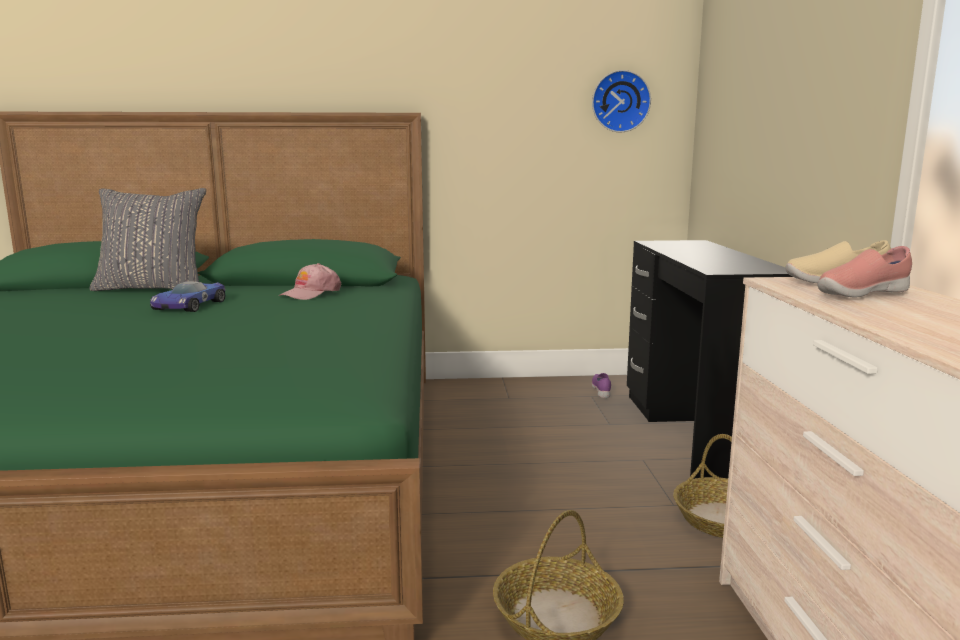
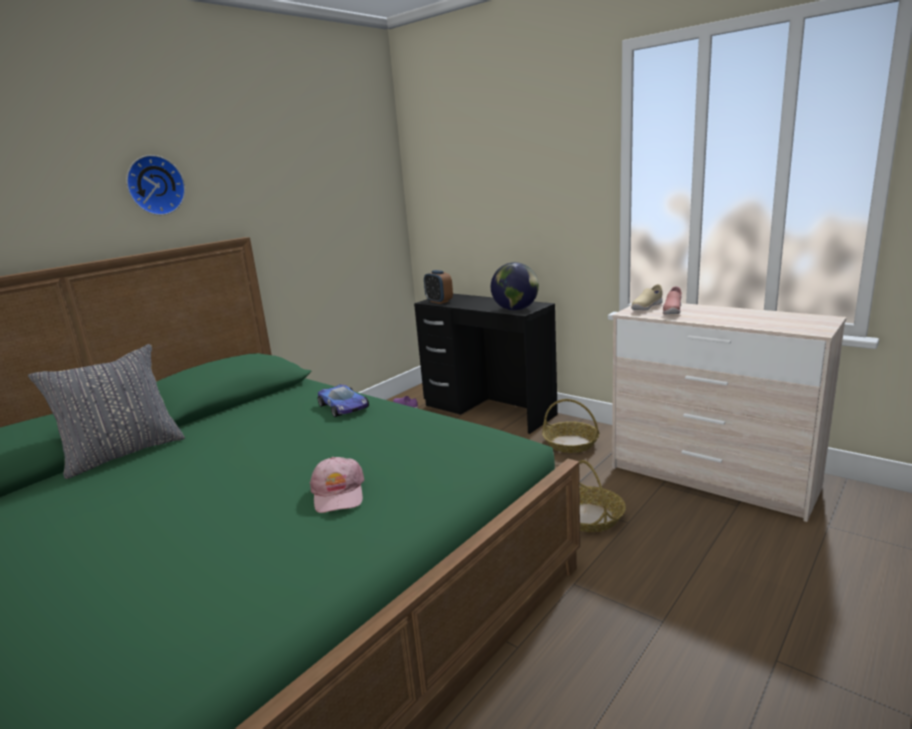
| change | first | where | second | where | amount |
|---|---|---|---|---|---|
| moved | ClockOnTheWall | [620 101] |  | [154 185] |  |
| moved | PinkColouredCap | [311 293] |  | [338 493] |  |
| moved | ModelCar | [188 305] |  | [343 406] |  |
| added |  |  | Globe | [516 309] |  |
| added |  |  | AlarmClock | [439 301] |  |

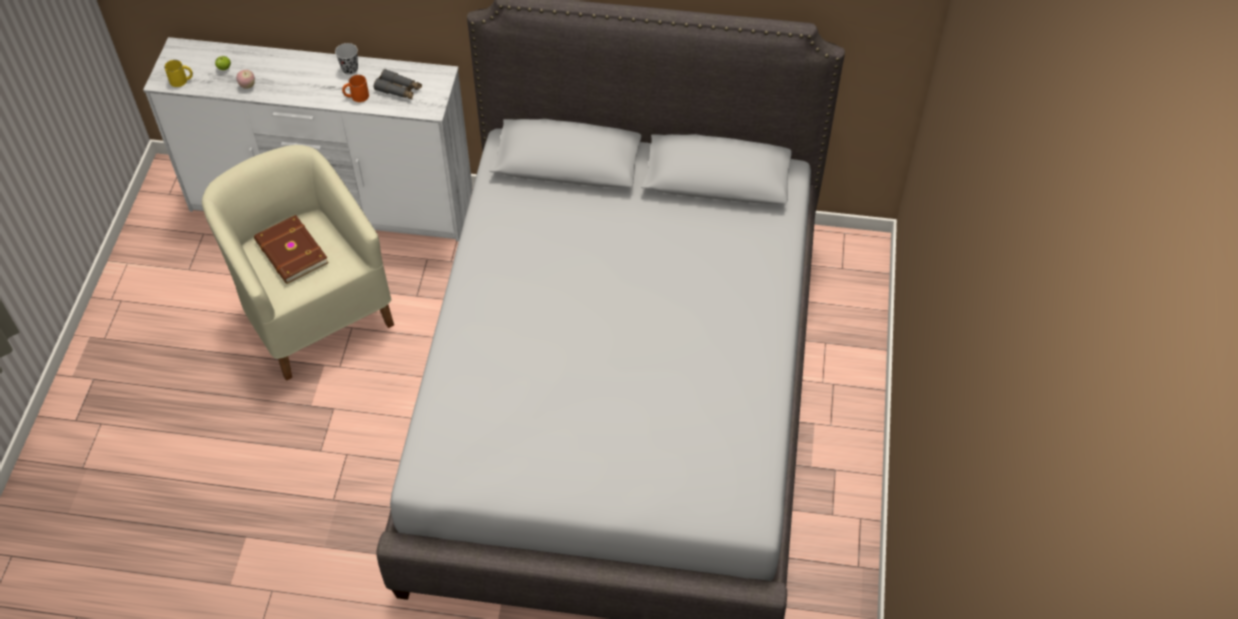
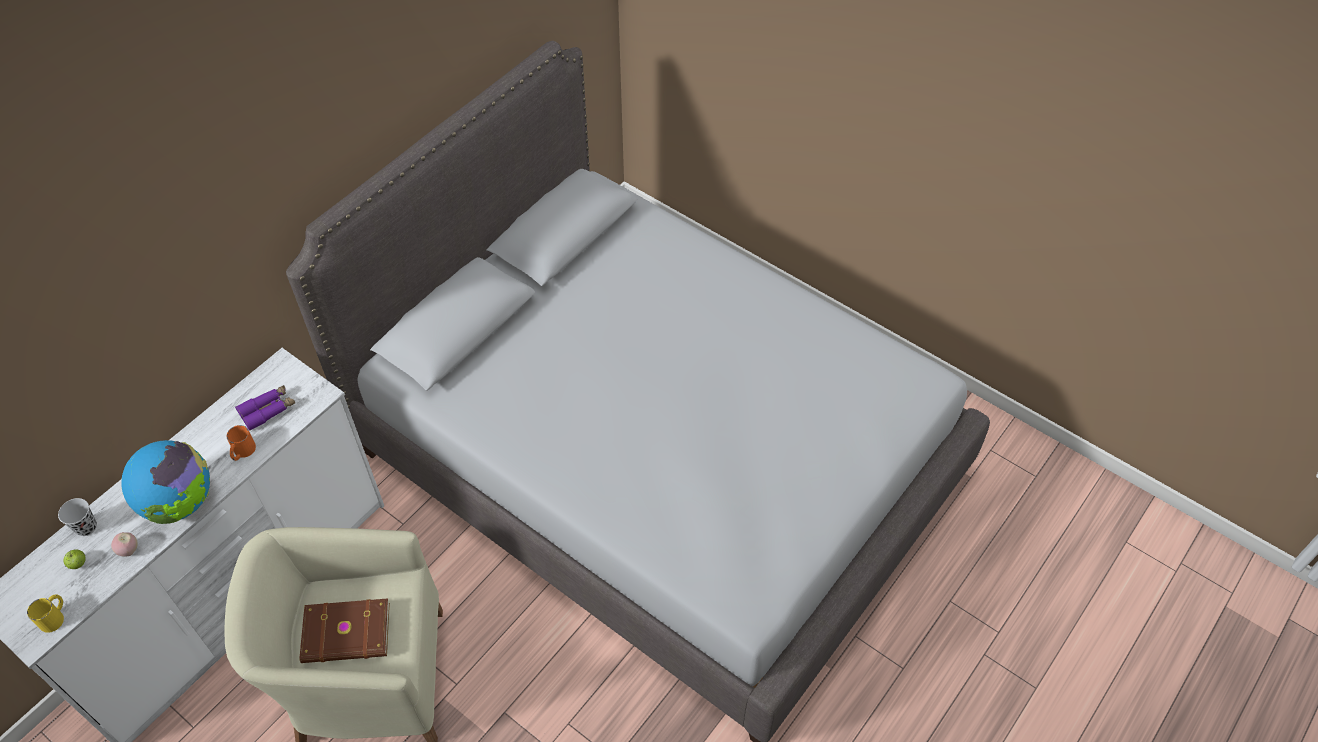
| change | first | where | second | where | amount |
|---|---|---|---|---|---|
| moved | BlackCup | [350 69] |  | [86 527] |  |
| recoloured | GrayPairOfBinoculars | [399 90] | PurplePairOfBinoculars | [268 410] |  |
| added |  |  | Globe | [180 503] |  |

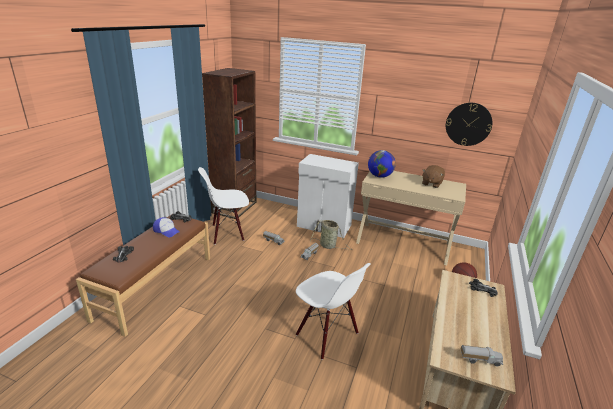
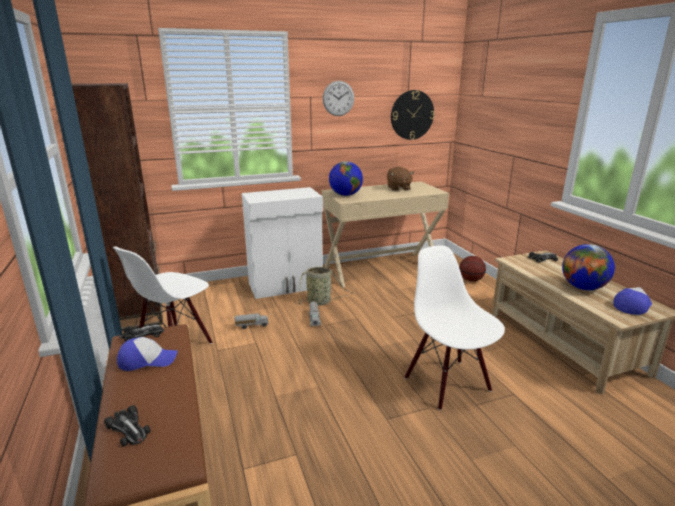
| change | first | where | second | where | amount |
|---|---|---|---|---|---|
| turned | WhitishChair | [326 334] |  | [448 383] | 120 degrees counterclockwise |
| replaced | ModelTruck | [479 359] | Cap | [632 305] |  |
| added |  |  | ClockOnTheWall | [338 98] |  |
| added |  |  | Globe | [583 288] |  |

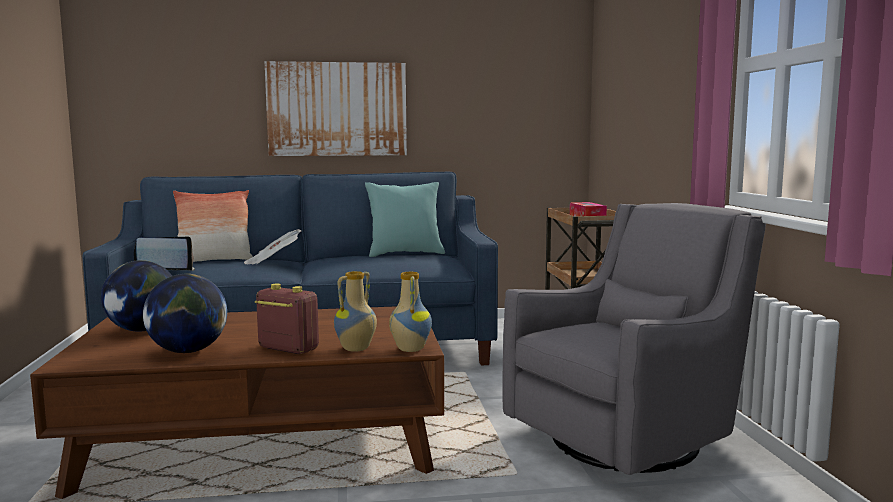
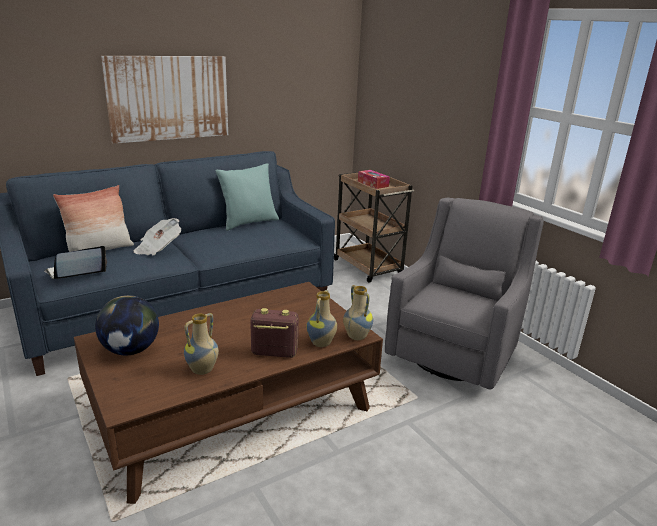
| change | first | where | second | where | amount |
|---|---|---|---|---|---|
| replaced | Globe | [188 351] | Vase | [202 370] |  |

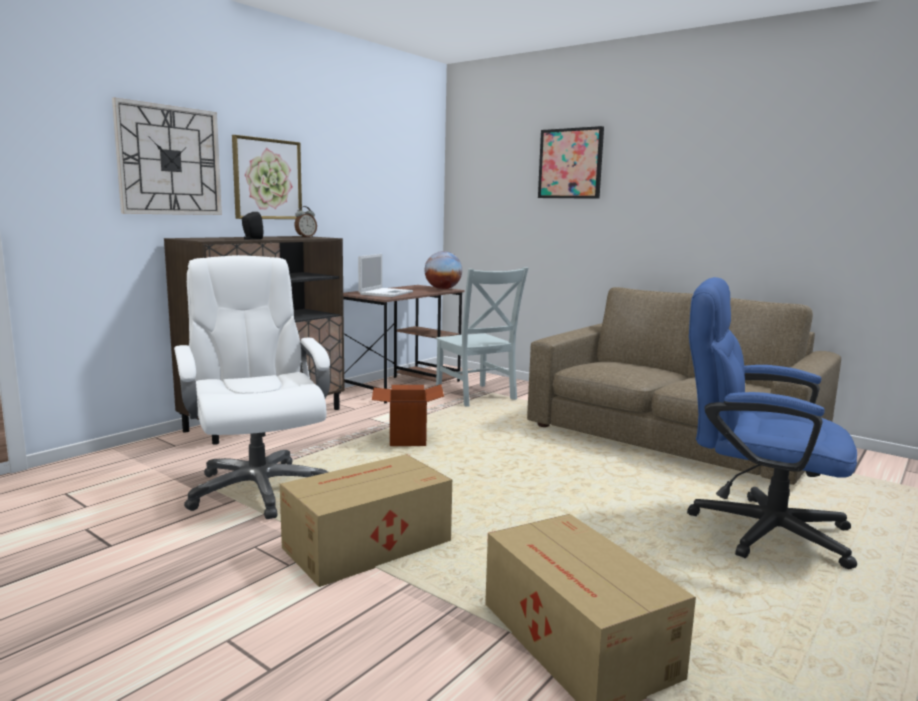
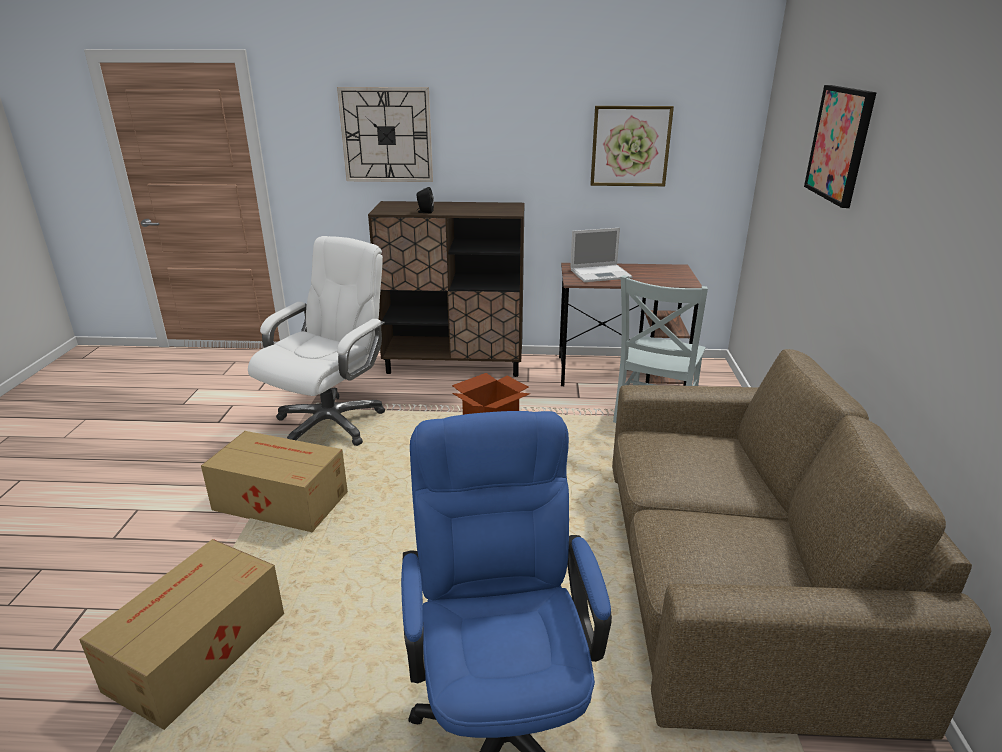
| change | first | where | second | where | amount |
|---|---|---|---|---|---|
| moved | WallArt | [267 179] |  | [630 146] |  |
| removed | AlarmClock | [305 237] |  |  |  |
| removed | Globe | [442 289] |  |  |  |

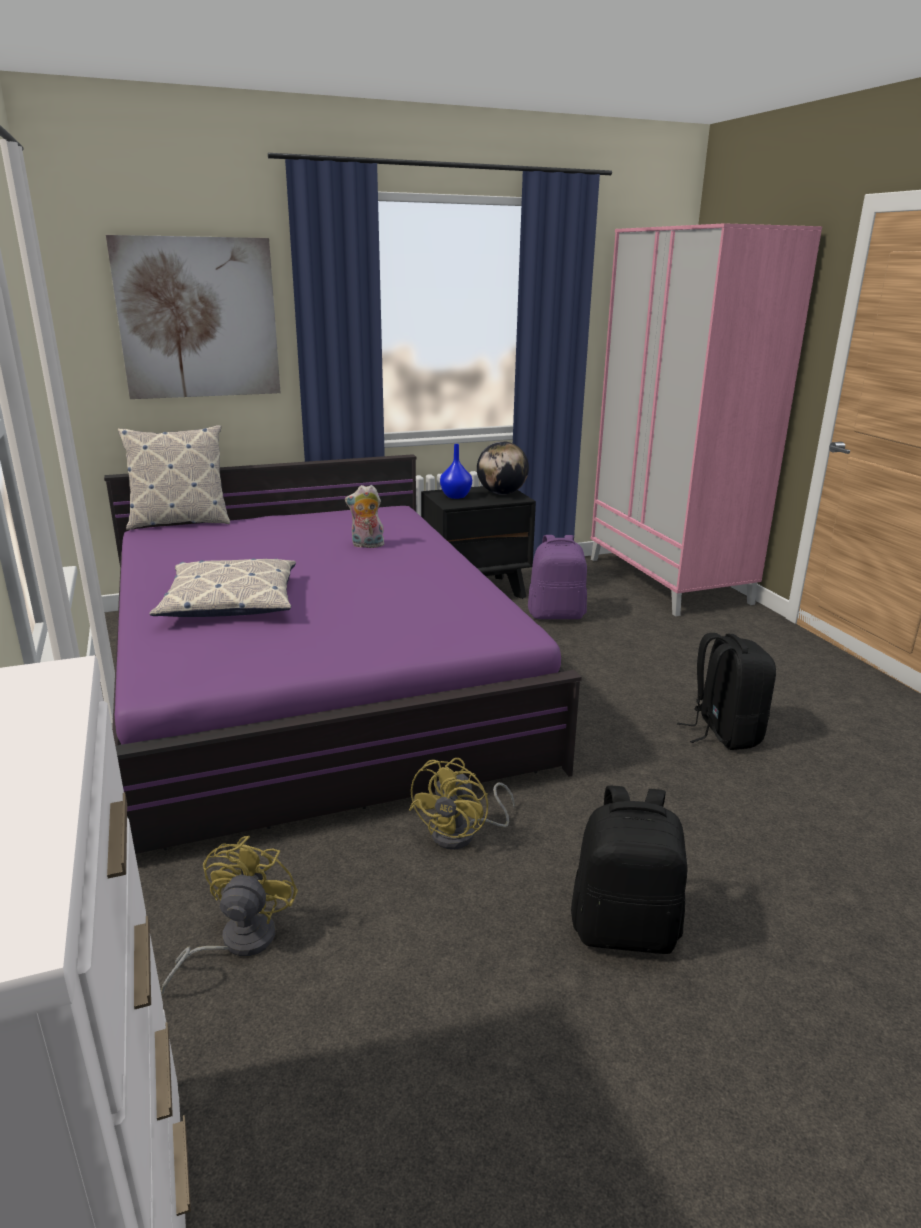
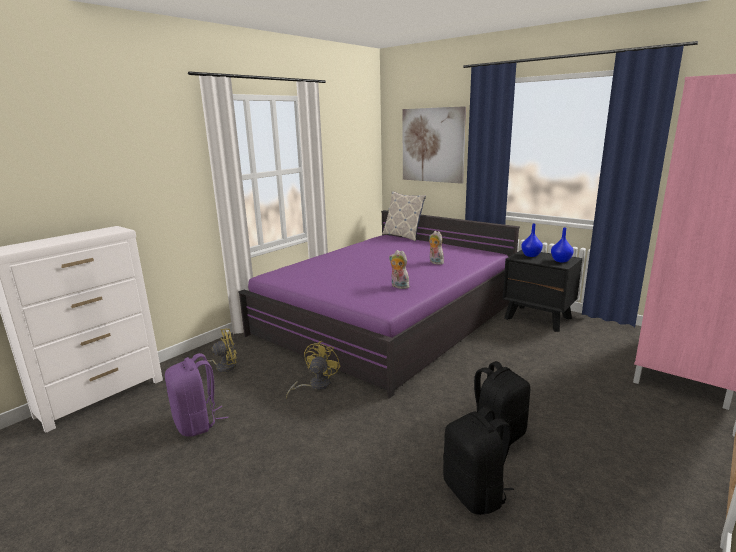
| change | first | where | second | where | amount |
|---|---|---|---|---|---|
| replaced | Globe | [501 493] | BlueVase | [560 261] |  |
| moved | PurpleBackpack | [556 614] |  | [197 423] |  |
| removed | Cushion | [230 602] |  |  |  |
| turned | YellowColouredCoolingFan | [462 834] |  | [315 385] | 120 degrees clockwise |
| moved | BlackBackpack | [625 928] |  | [475 493] |  |
| added |  |  | SoftToy | [398 286] |  |

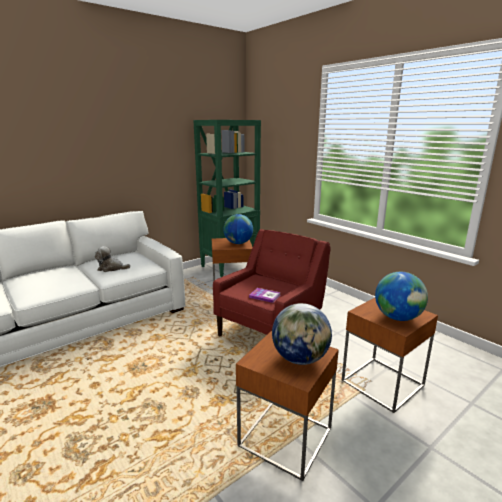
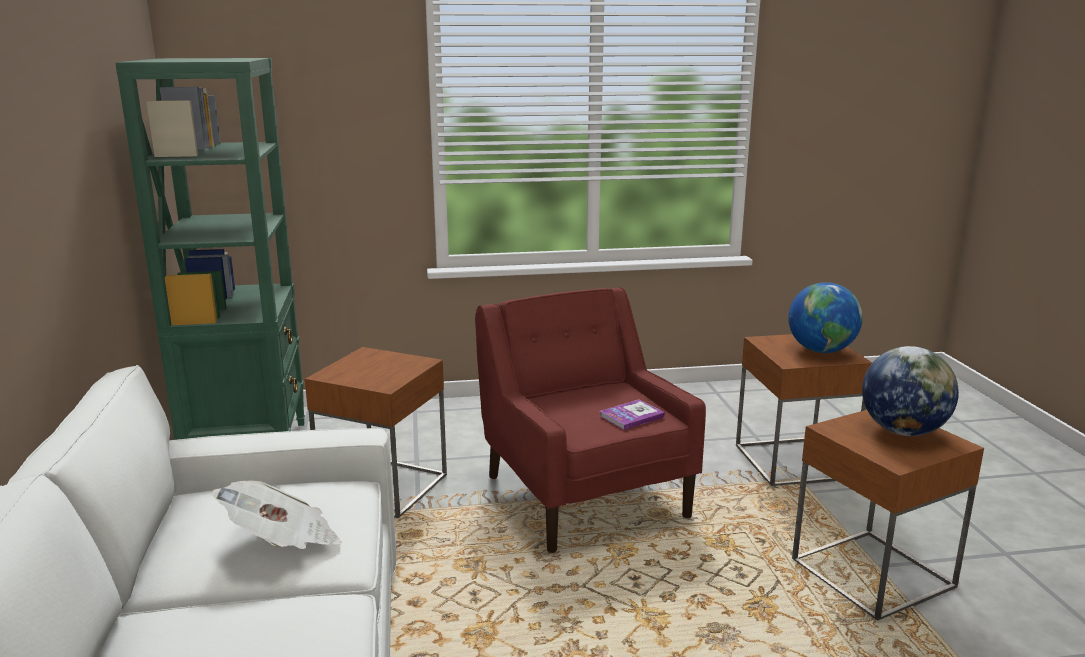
| change | first | where | second | where | amount |
|---|---|---|---|---|---|
| removed | Globe | [238 243] |  |  |  |
| replaced | SoftToy | [111 268] | Newspaper | [283 542] |  |

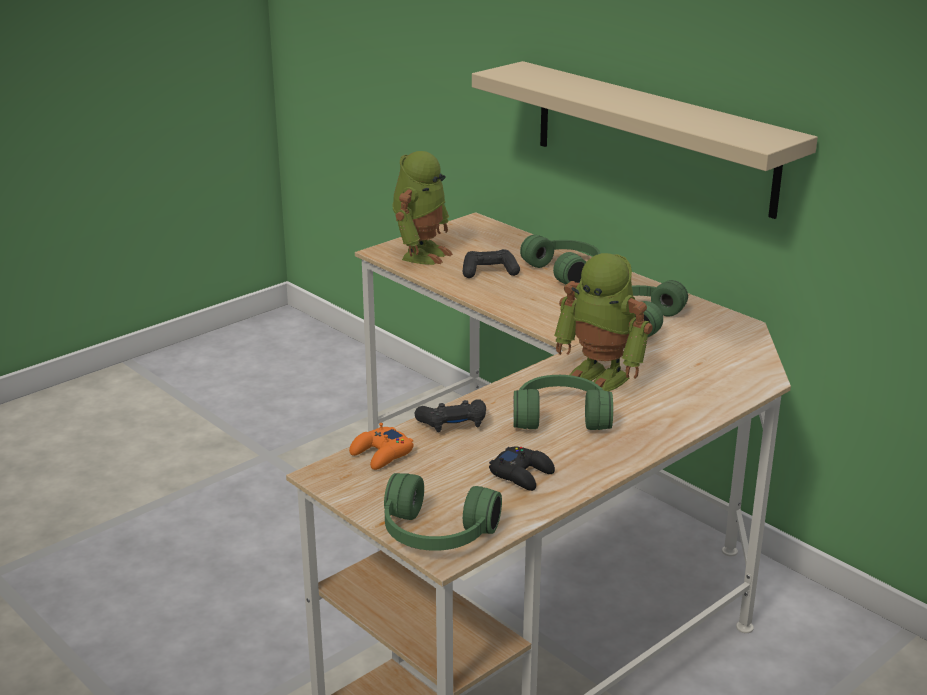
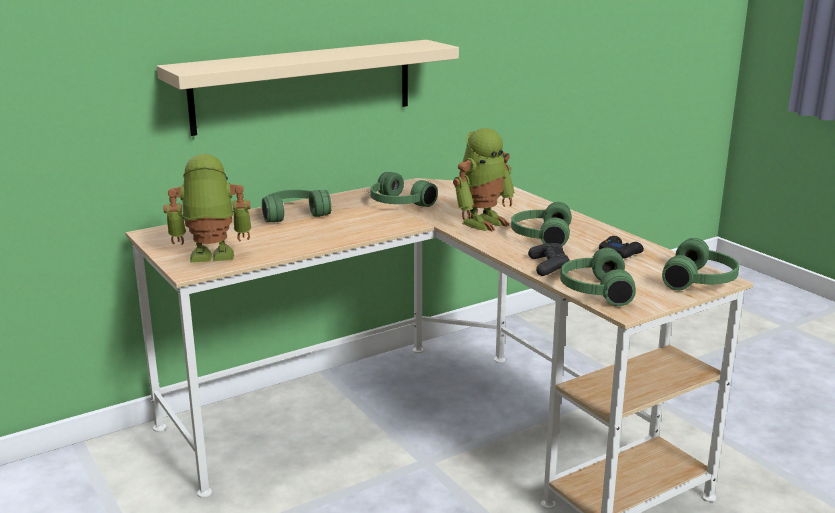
| change | first | where | second | where | amount |
|---|---|---|---|---|---|
| turned | ToyRobot | [421 254] |  | [211 257] | 45 degrees counterclockwise |
| removed | BlackGameController | [489 272] |  |  |  |
| replaced | OrangeGameController | [381 454] | GreenishPairOfHeadphones | [593 290] |  |

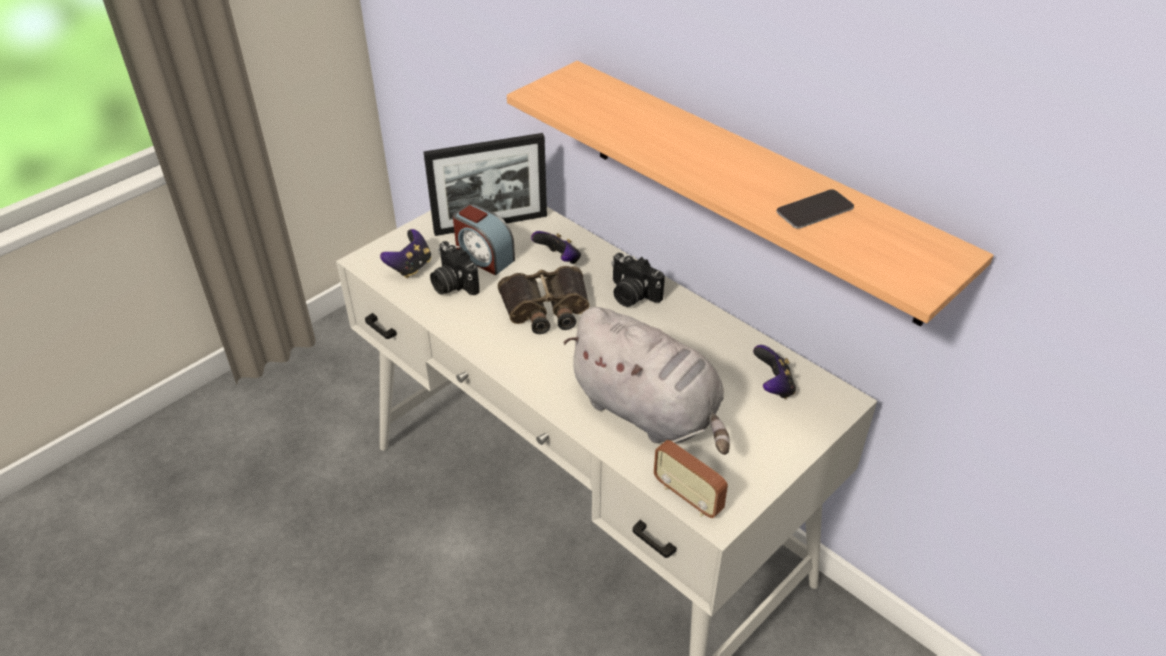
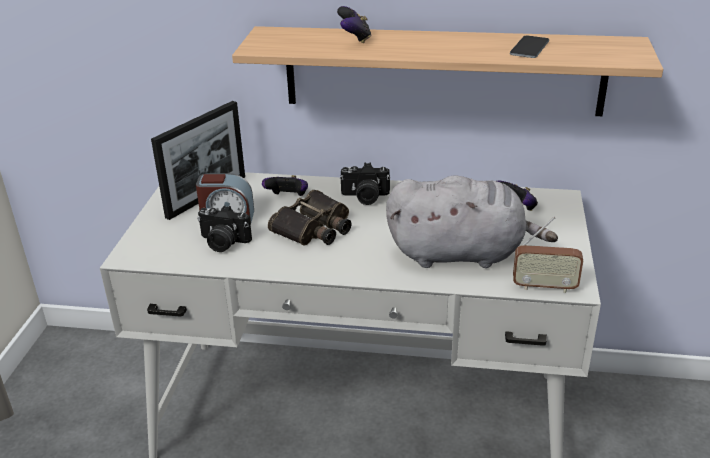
| change | first | where | second | where | amount |
|---|---|---|---|---|---|
| moved | GameController | [410 267] |  | [354 39] |  |

